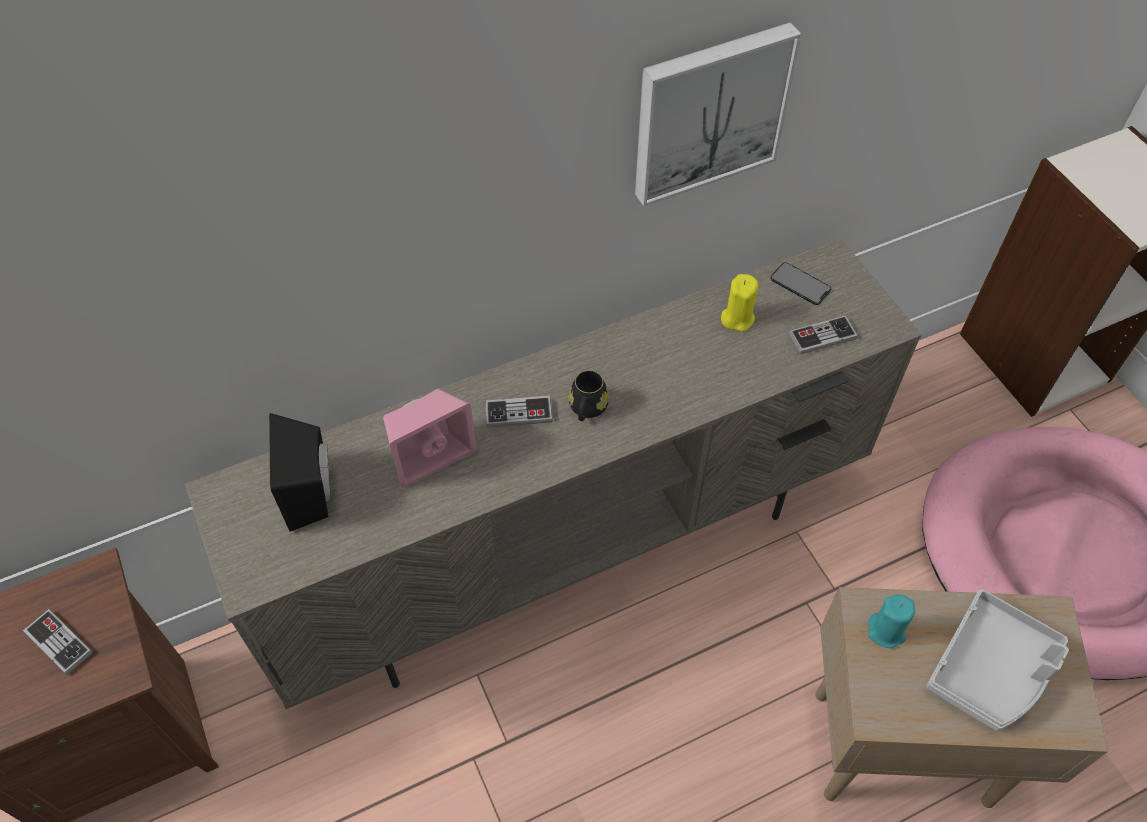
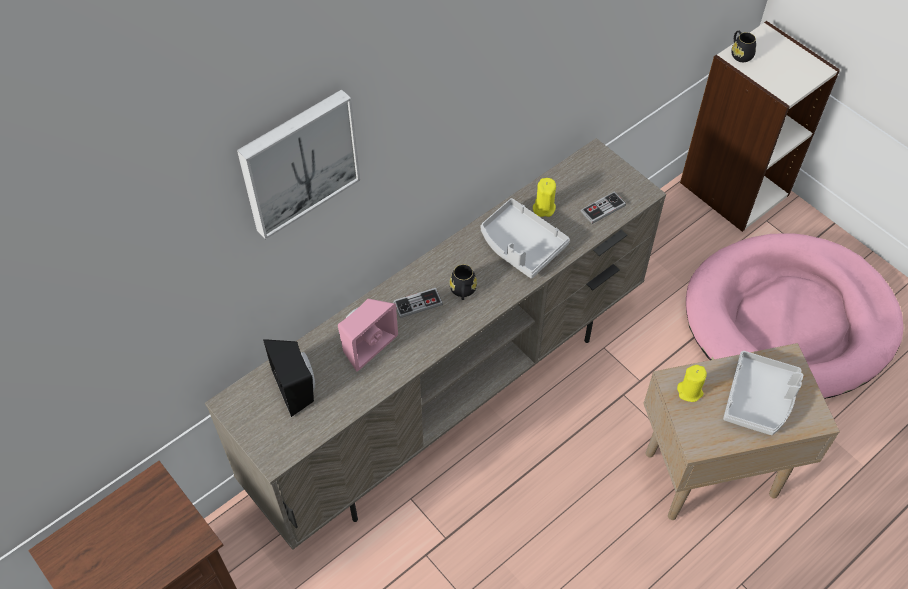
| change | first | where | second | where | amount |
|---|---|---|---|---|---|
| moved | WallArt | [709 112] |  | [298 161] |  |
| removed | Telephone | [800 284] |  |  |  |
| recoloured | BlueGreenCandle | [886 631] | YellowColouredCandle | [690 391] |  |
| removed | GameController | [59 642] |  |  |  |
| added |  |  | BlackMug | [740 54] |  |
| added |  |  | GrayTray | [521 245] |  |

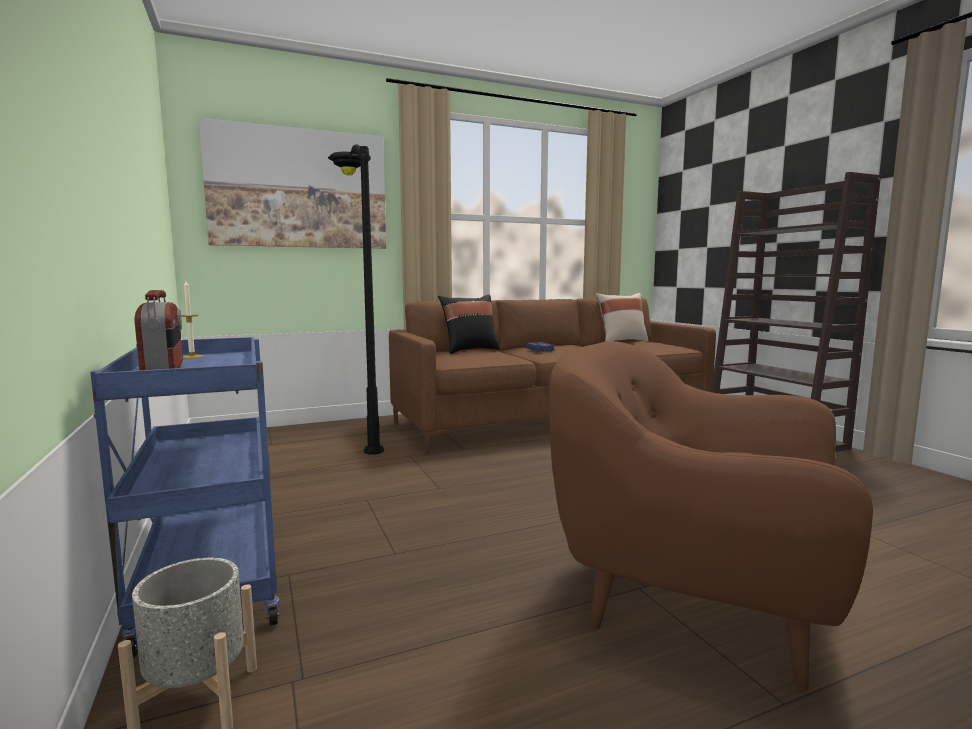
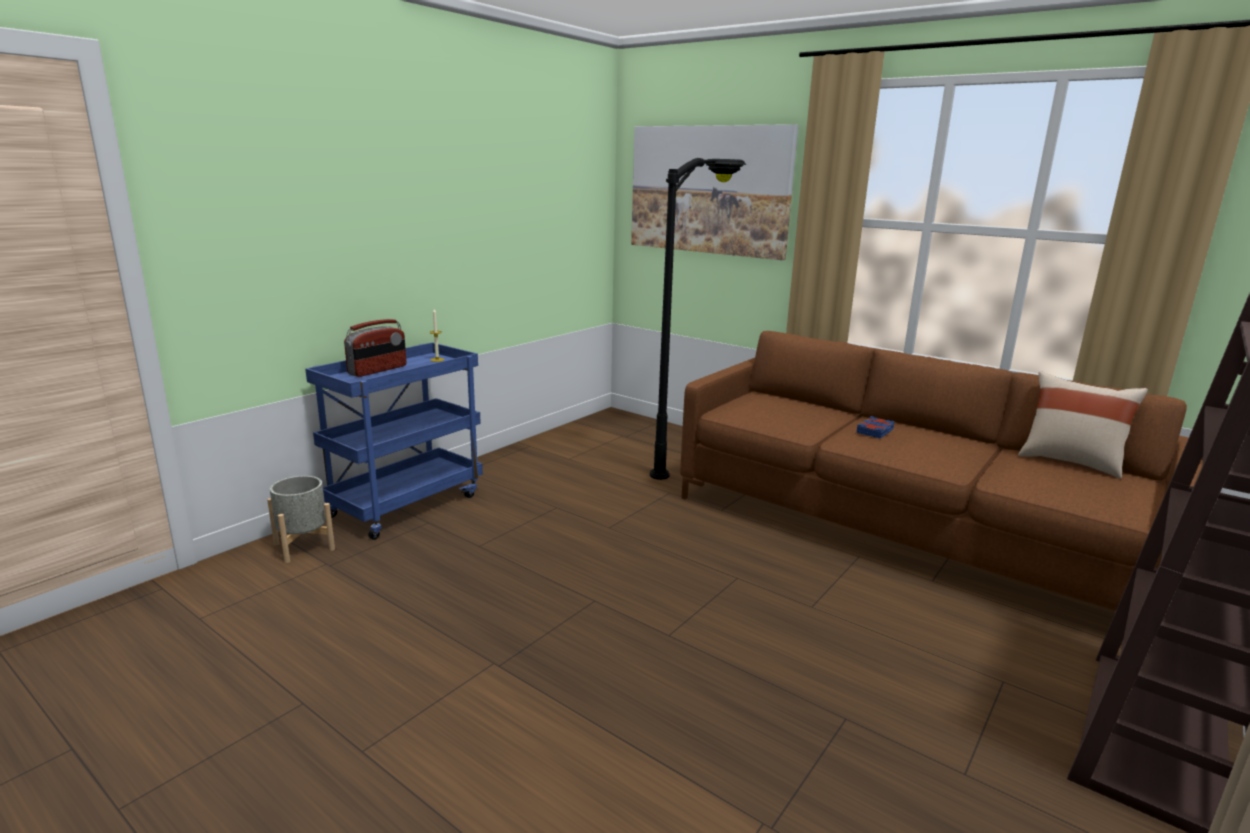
| change | first | where | second | where | amount |
|---|---|---|---|---|---|
| removed | BlackCushion | [469 350] |  |  |  |
| removed | BrownColouredLoungeChair | [690 599] |  |  |  |

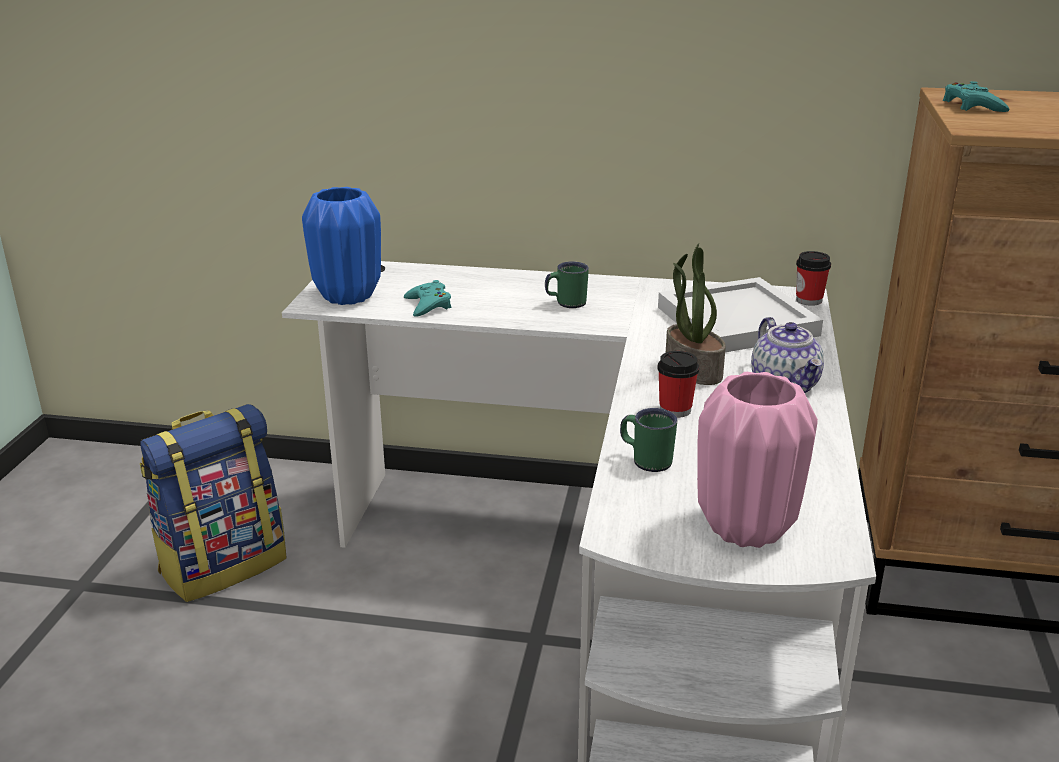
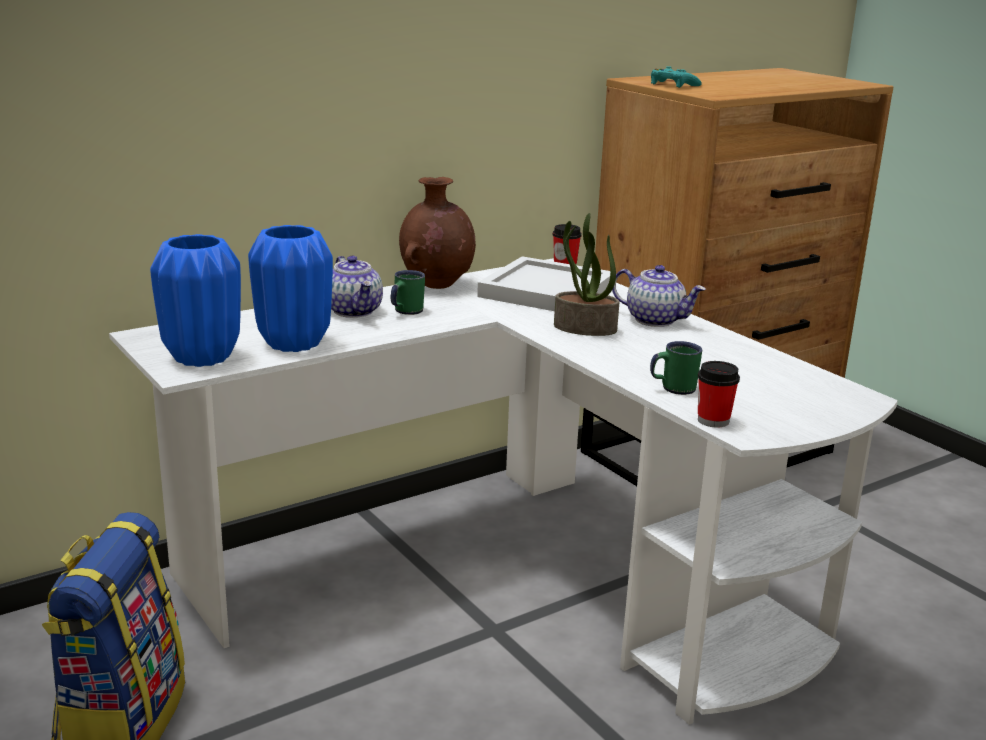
| change | first | where | second | where | amount |
|---|---|---|---|---|---|
| replaced | BlueGreenGameController | [428 305] | BlueVase | [294 343] |  |
| moved | Cup | [675 410] |  | [713 420] |  |
| removed | PinkColouredVase | [744 528] |  |  |  |
| added |  |  | BrownColouredVase | [436 285] |  |
| added |  |  | TeaPot | [354 311] |  |

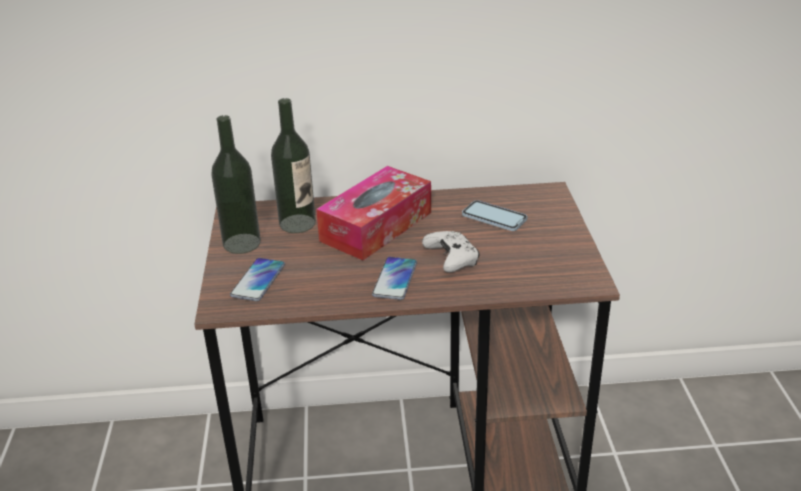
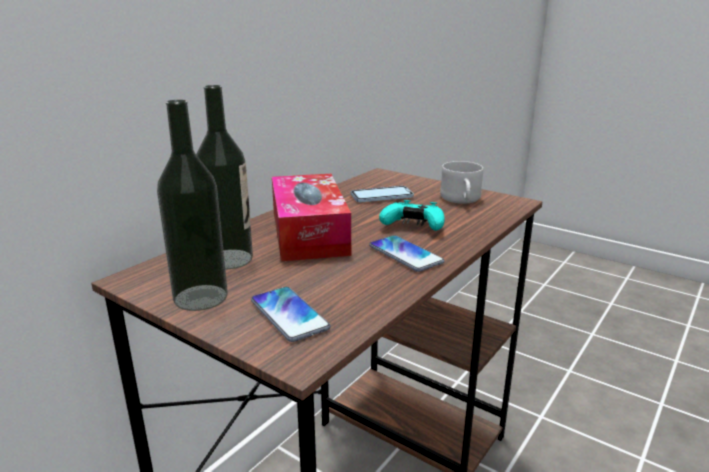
| change | first | where | second | where | amount |
|---|---|---|---|---|---|
| recoloured | WhitishGameController | [452 259] | BlueGreenGameController | [413 226] |  |
| added |  |  | WhitishMug | [461 200] |  |

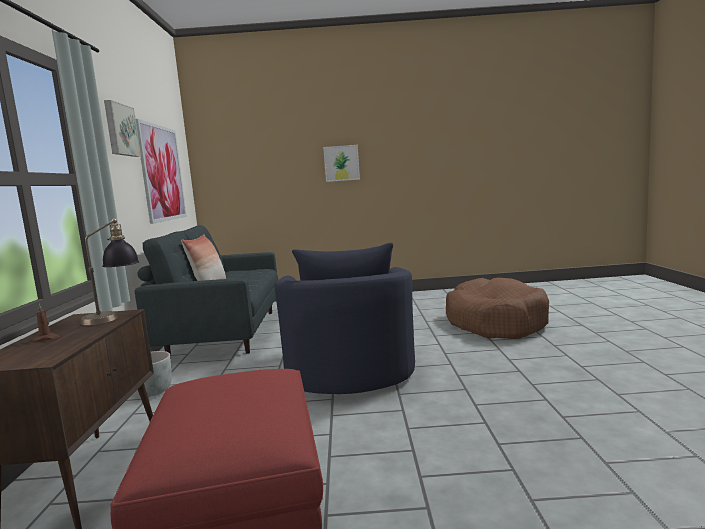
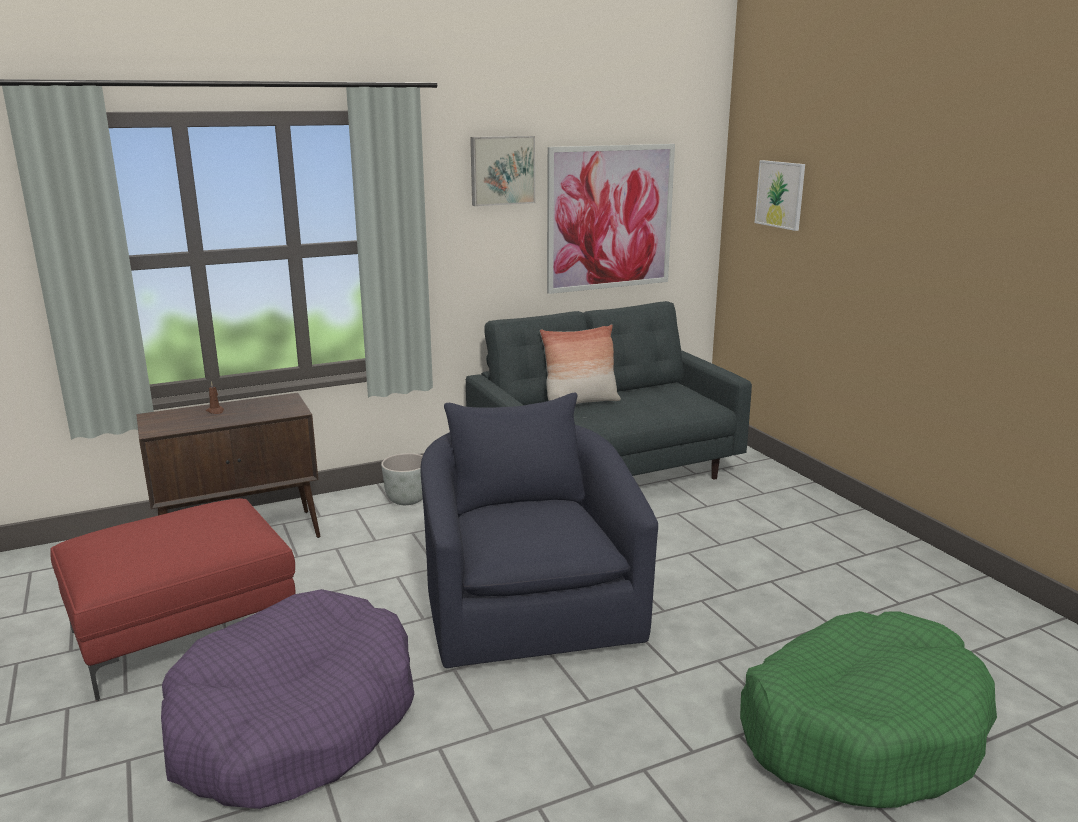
| change | first | where | second | where | amount |
|---|---|---|---|---|---|
| moved | WallArt | [341 163] |  | [780 194] |  |
| removed | TabletopLamp | [115 316] |  |  |  |
| turned | BlueLoungeChair | [349 367] |  | [528 605] | 105 degrees clockwise |
| recoloured | BrownColouredDogCushion | [495 322] | GreenishDogCushion | [860 729] |  |
| added |  |  | PurpleDogCushion | [294 722] |  |

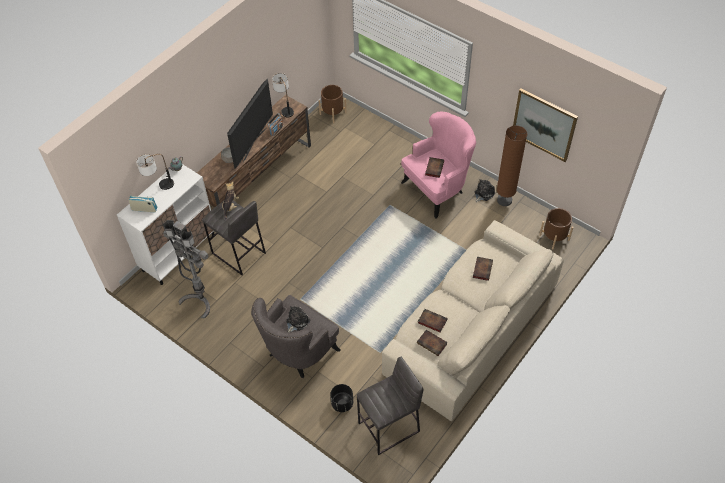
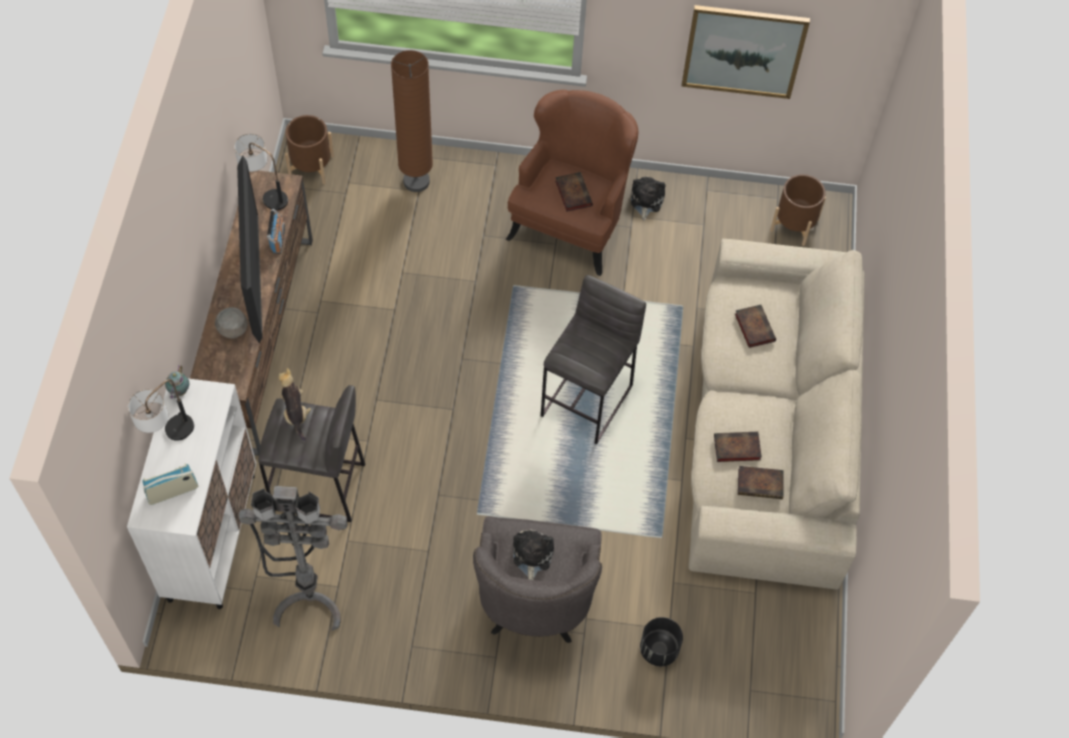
| change | first | where | second | where | amount |
|---|---|---|---|---|---|
| recoloured | PinkColouredLoungeChair | [437 189] | BrownColouredLoungeChair | [570 224] |  |
| moved | BrownColouredStandingLamp | [504 200] |  | [416 181] |  |
| moved | GraySittingStool | [389 427] |  | [588 400] |  |

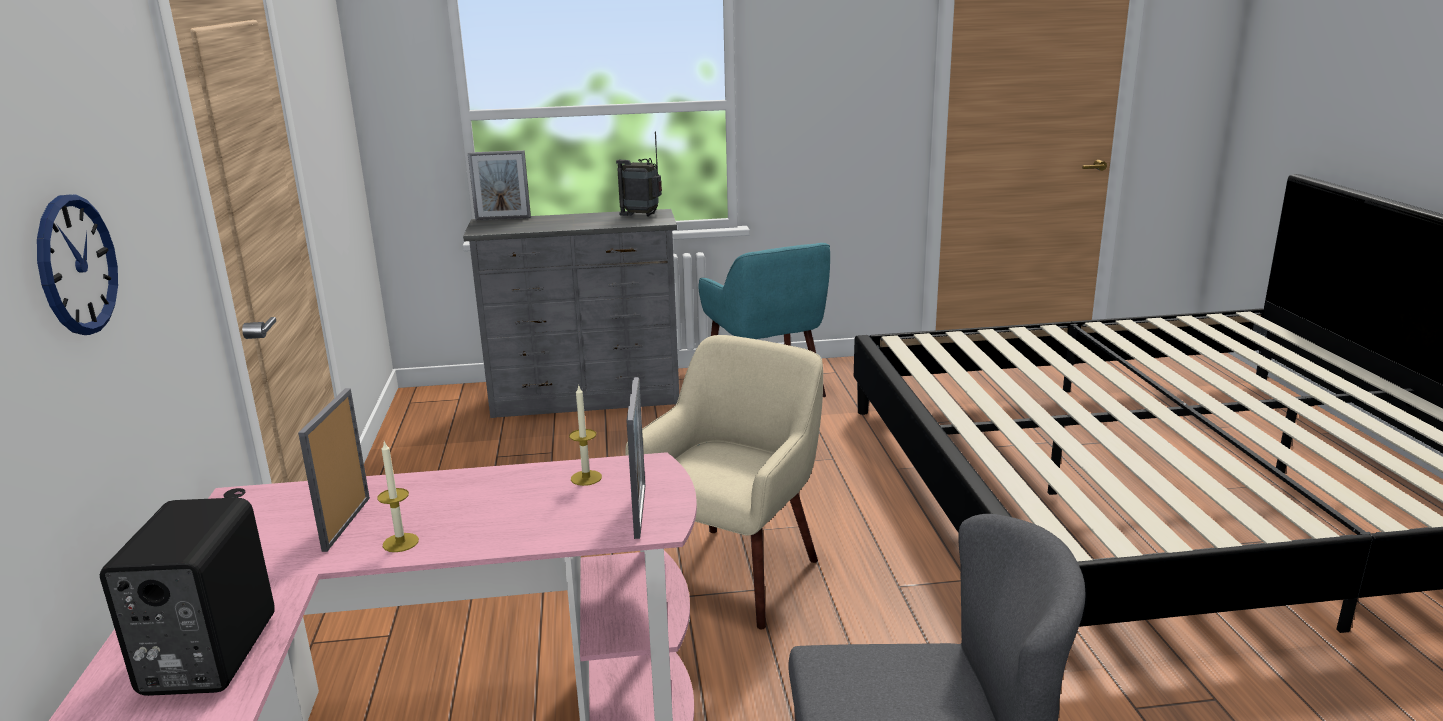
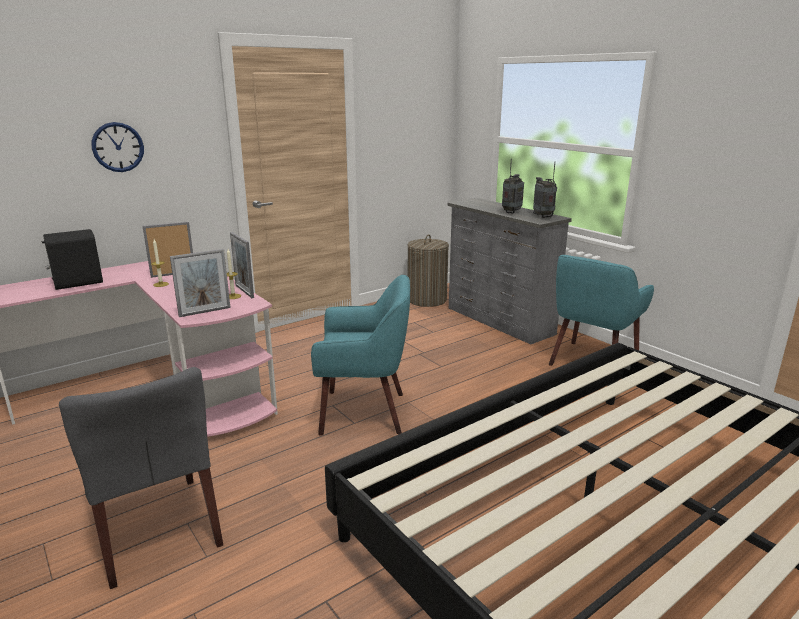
| change | first | where | second | where | amount |
|---|---|---|---|---|---|
| moved | PictureFrame | [503 218] |  | [244 291] |  |
| recoloured | BeigeColouredLoungeChair | [734 573] | BlueGreenLoungeChair | [364 412] |  |
| added |  |  | Radio | [511 212] |  |
| added |  |  | WashingBasket | [427 300] |  |

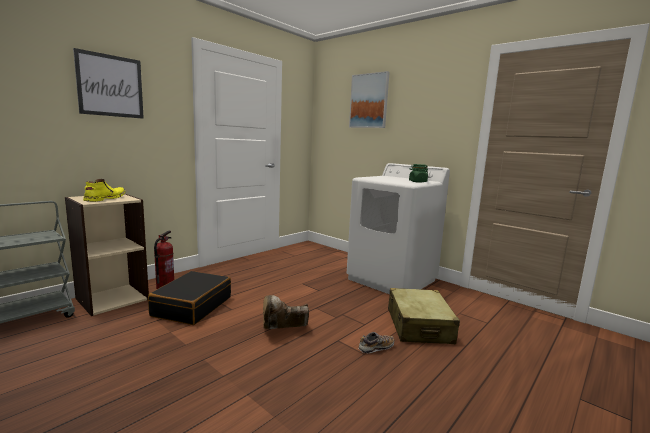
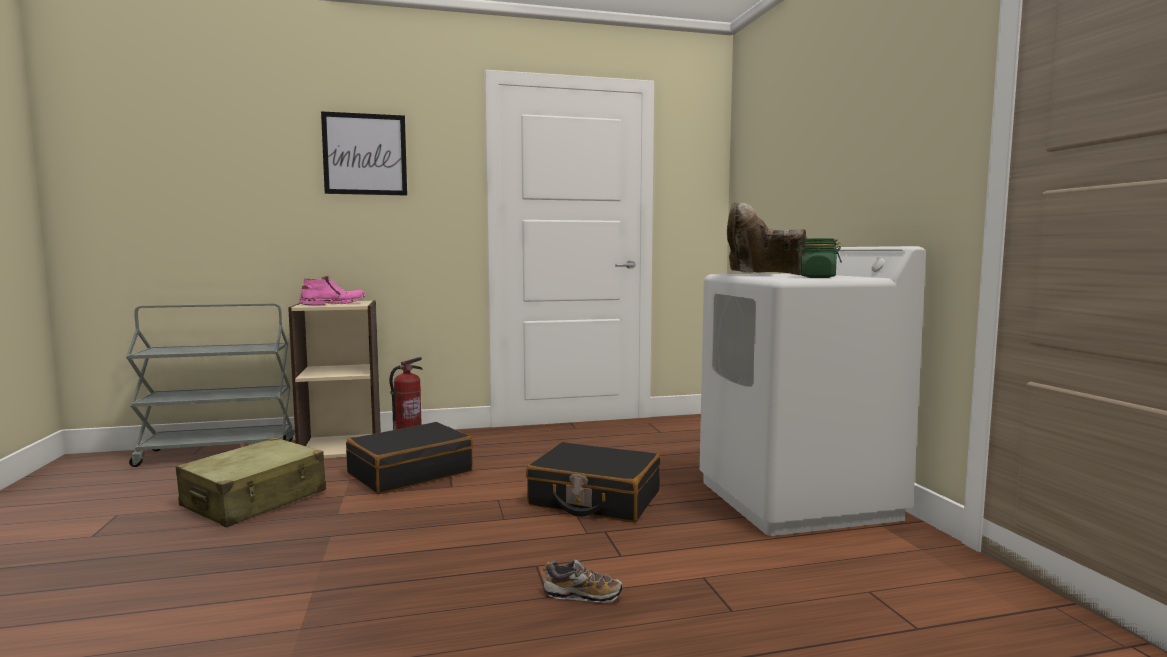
| change | first | where | second | where | amount |
|---|---|---|---|---|---|
| removed | WallArt | [369 101] |  |  |  |
| recoloured | YellowColouredBoot | [105 199] | PinkColouredBoot | [332 304] |  |
| moved | BeigeColouredPieceOfLuggage | [419 326] |  | [255 499] |  |
| moved | BrownColouredBoot | [283 331] |  | [762 275] |  |
| added |  |  | BlackPieceOfLuggage | [594 499] |  |

